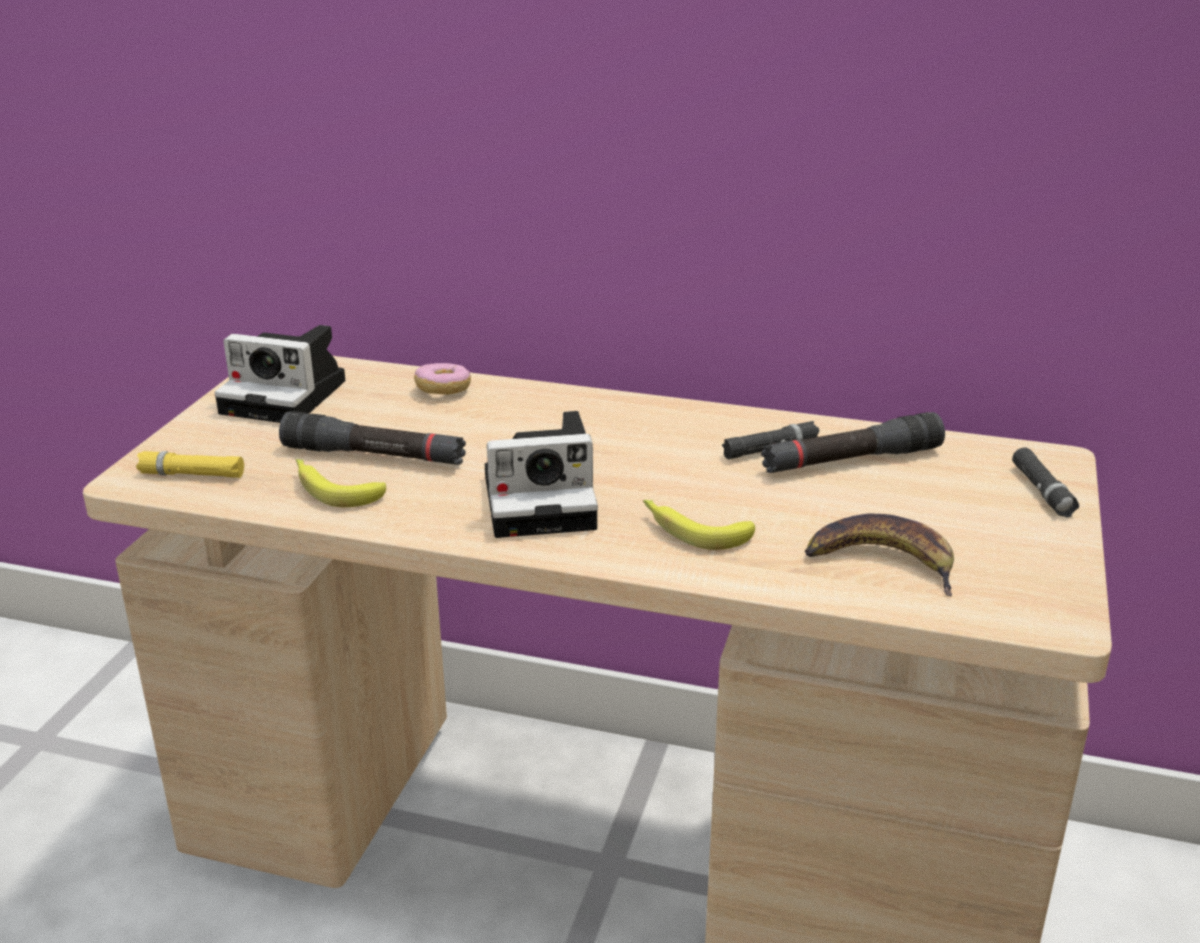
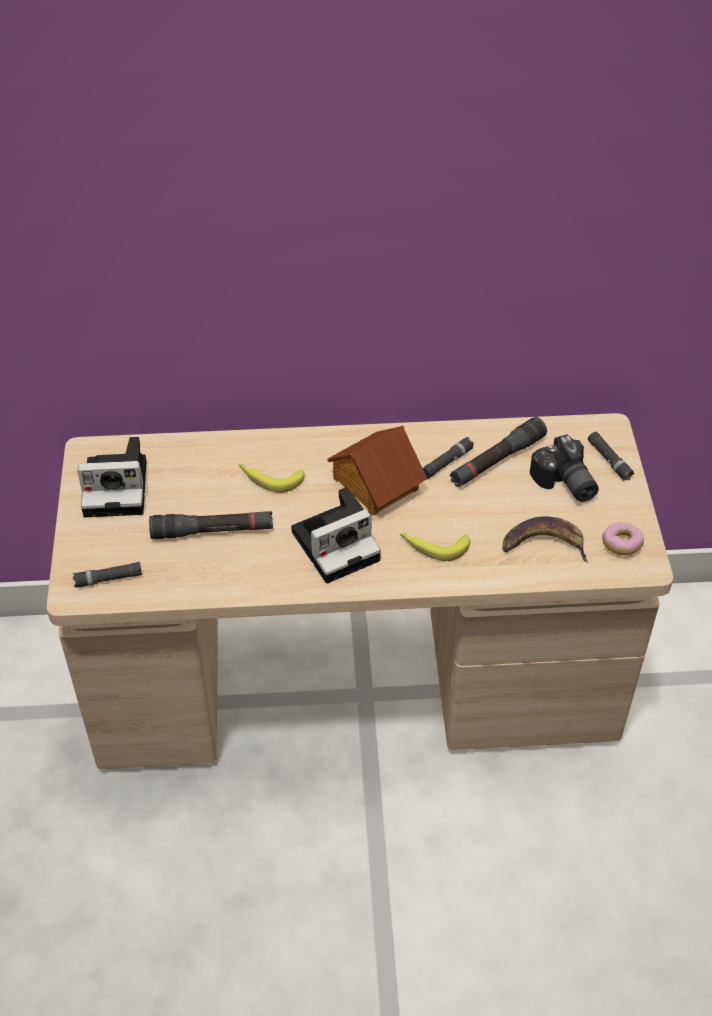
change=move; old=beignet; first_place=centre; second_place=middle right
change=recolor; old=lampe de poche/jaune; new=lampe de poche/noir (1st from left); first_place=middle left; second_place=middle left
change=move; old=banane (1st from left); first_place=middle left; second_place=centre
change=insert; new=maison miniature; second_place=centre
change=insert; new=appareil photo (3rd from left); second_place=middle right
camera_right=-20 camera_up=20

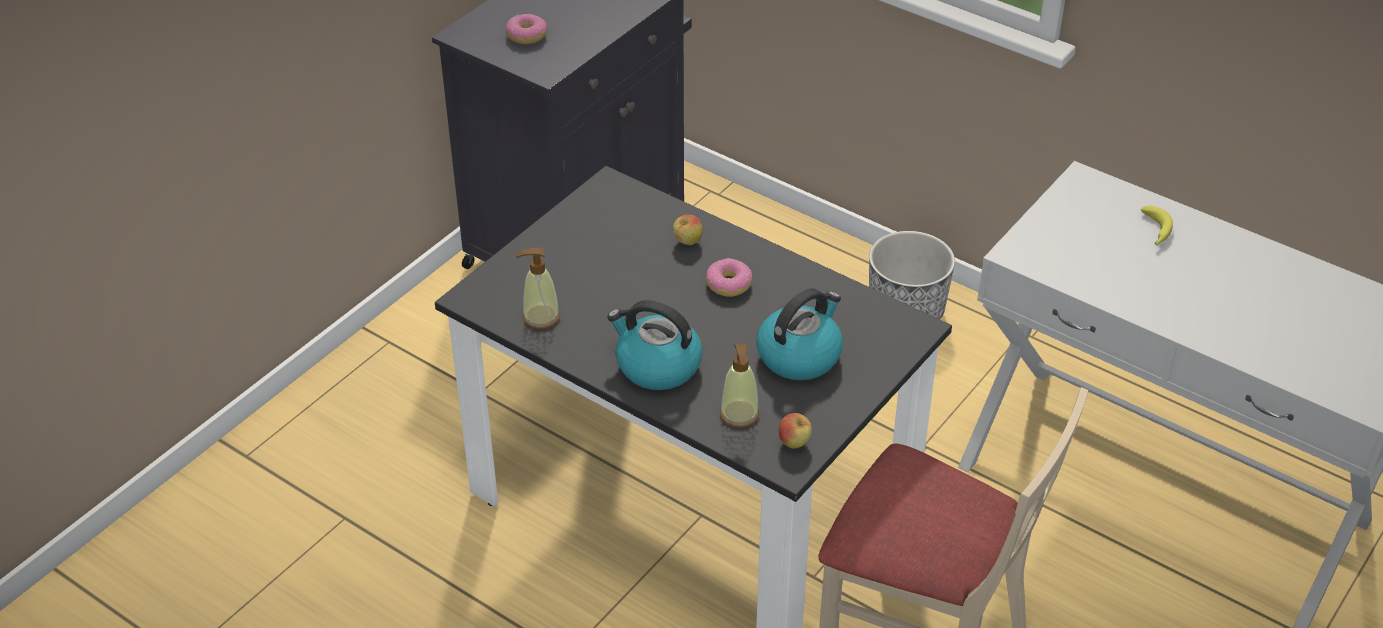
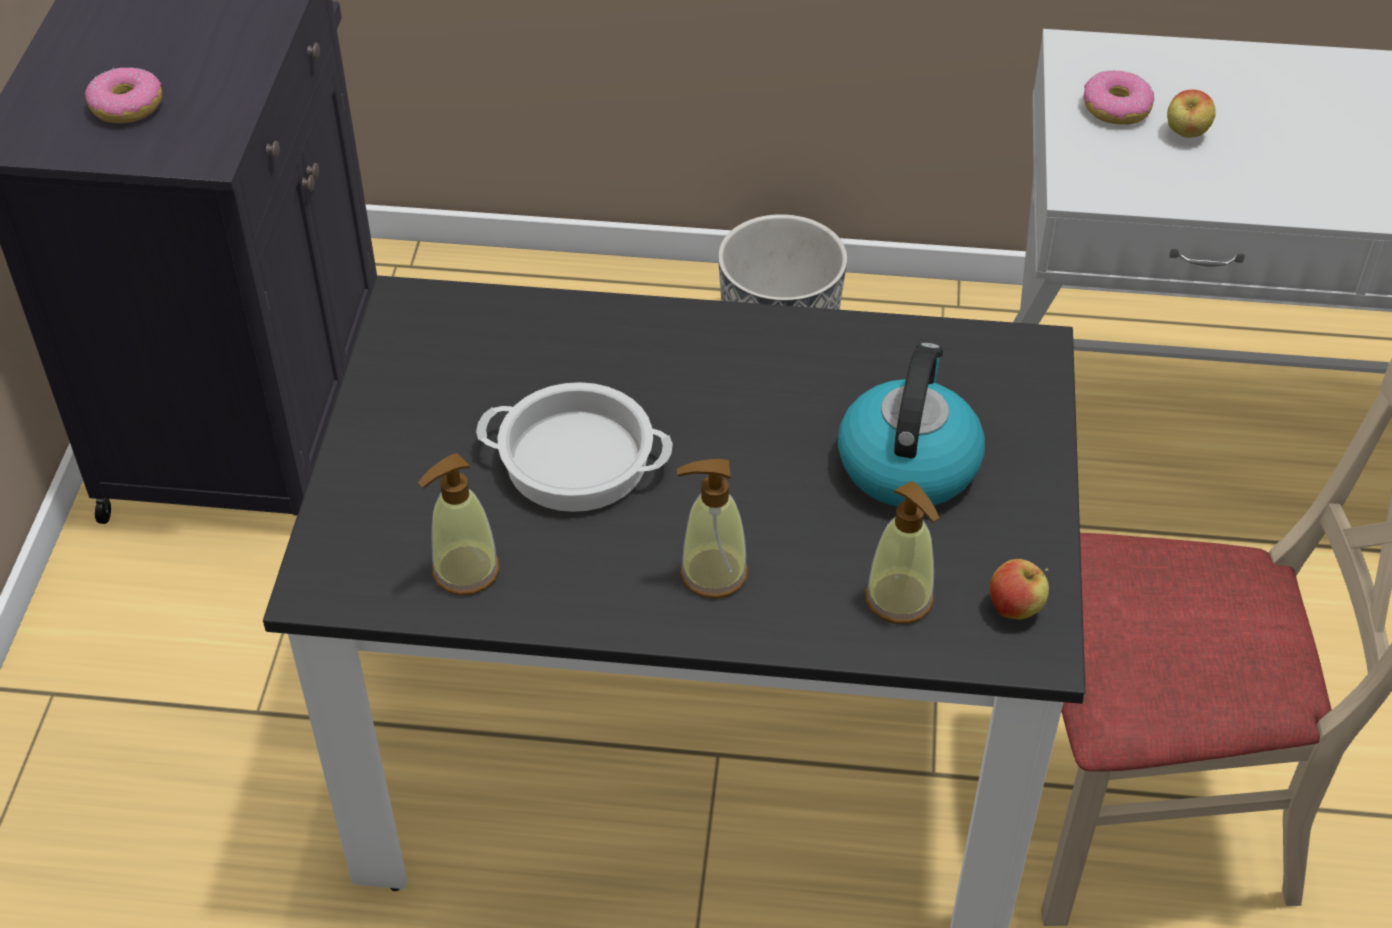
change=delete; old=banane; first_place=middle right
change=move; old=pomme (1st from left in the first image); new=pomme (2nd from left); first_place=centre; second_place=top right
change=move; old=beignet (2nd from left); first_place=centre; second_place=top right
change=replace; old=bouilloire (1st from left); new=distributeur de savon (2nd from left); first_place=centre; second_place=centre
change=insert; new=marmite; second_place=centre
camera_right=-30 camera_up=5

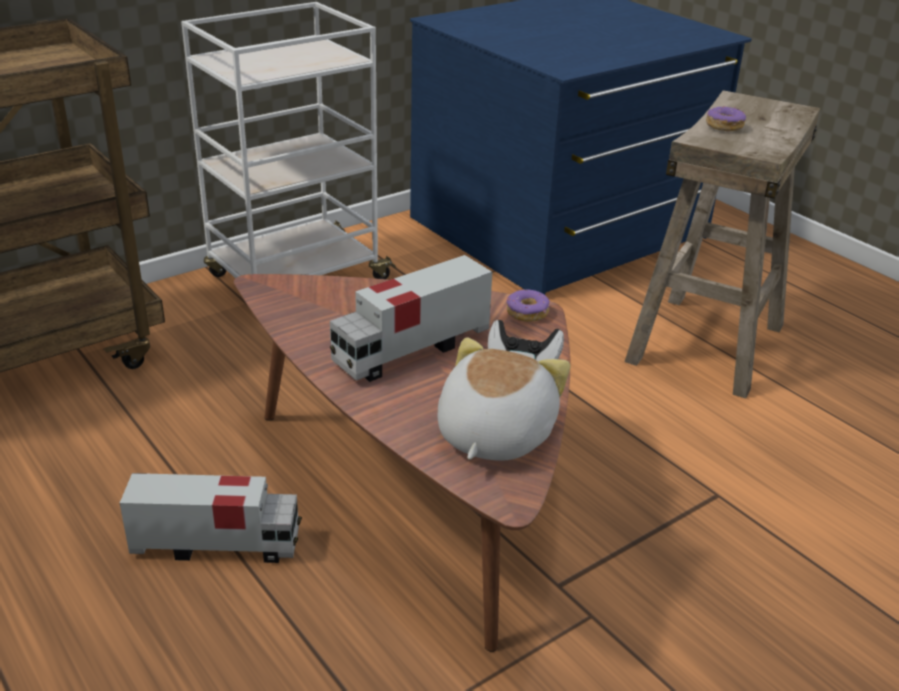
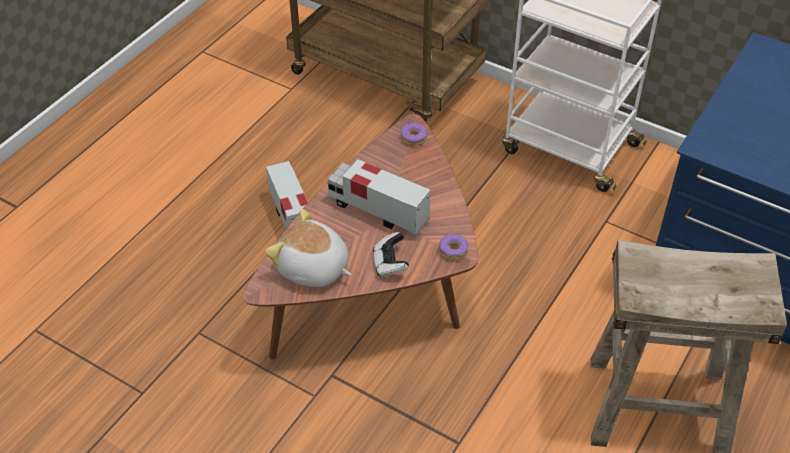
change=move; old=beignet (2nd from left in the first image); new=beignet (1st from left); first_place=top right; second_place=top centre
change=rotate; old=peluche; first_place=centre; second_place=centre; degrees=-150
camera_right=70 camera_up=15

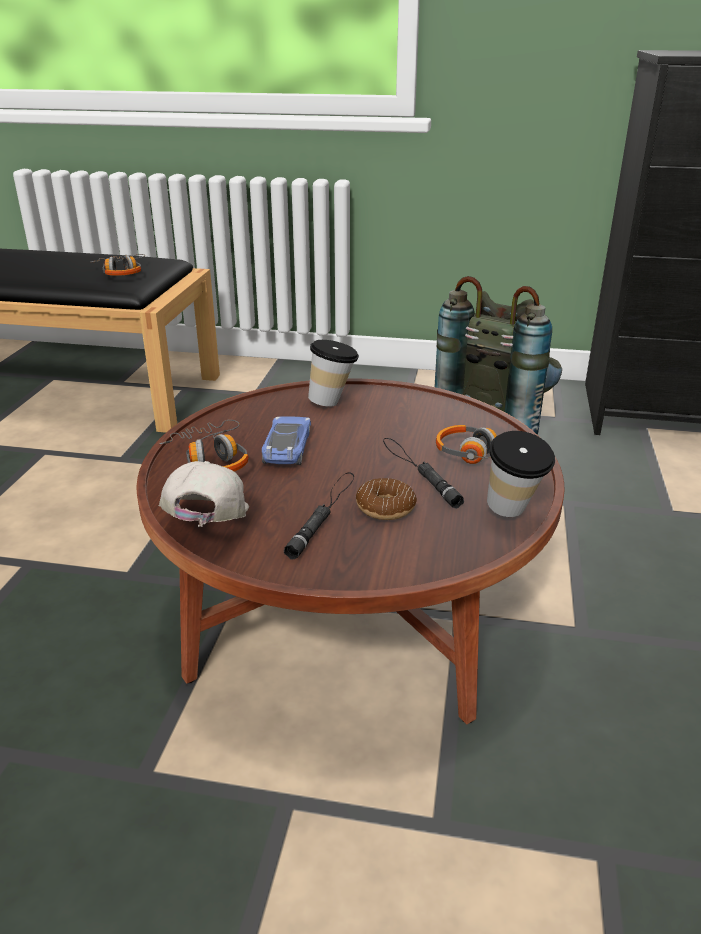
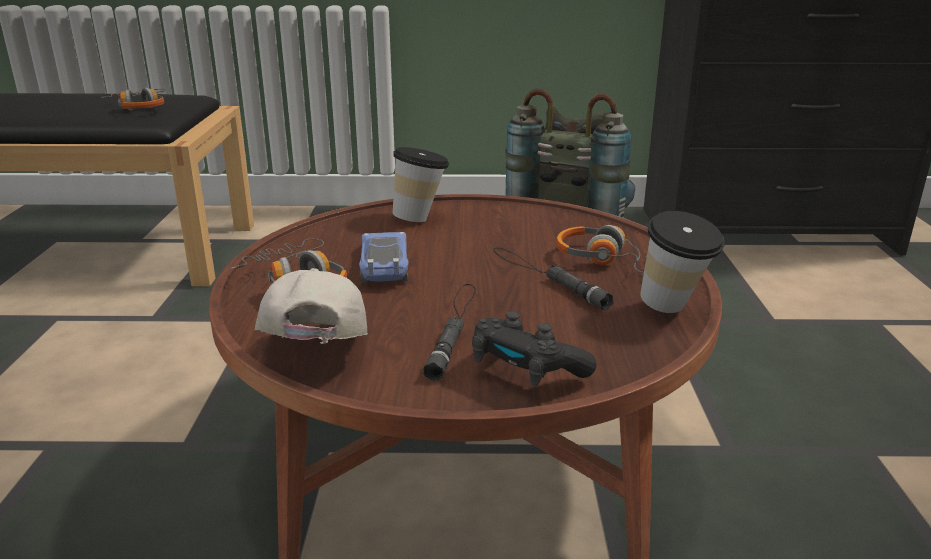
change=delete; old=beignet; first_place=centre
change=insert; new=manette/noir; second_place=centre
camera_right=-10 camera_up=-5

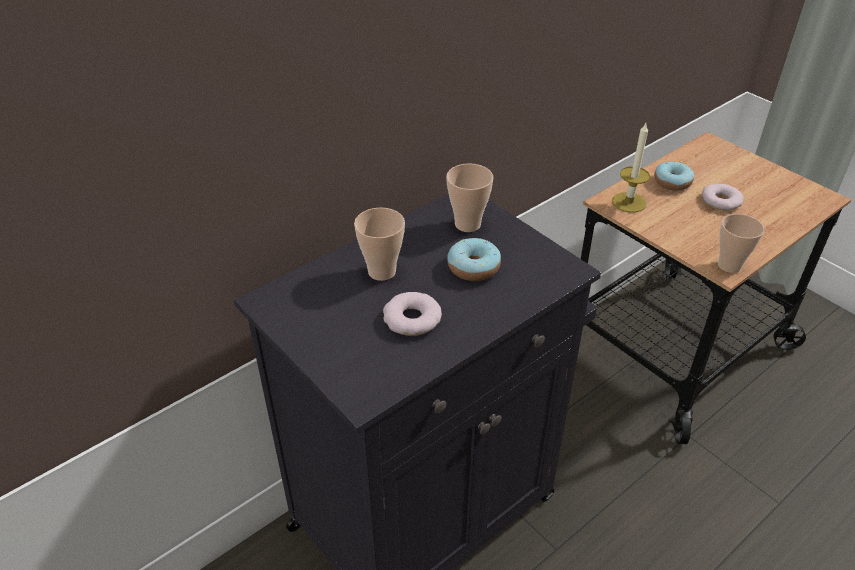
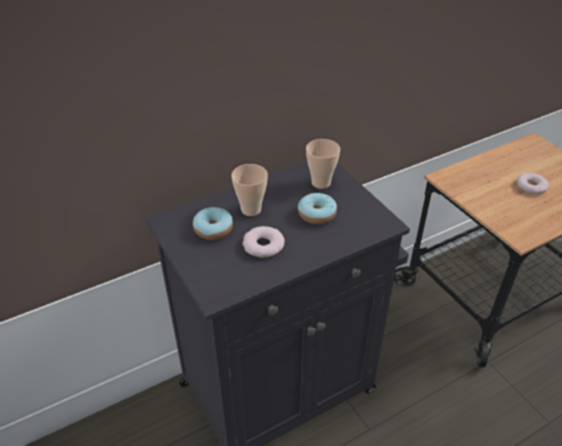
change=delete; old=bougie; first_place=top right
change=move; old=beignet (3rd from left in the first image); new=beignet (1st from left); first_place=top right; second_place=centre
change=delete; old=tasse (3rd from left); first_place=middle right
camera_right=10 camera_up=0

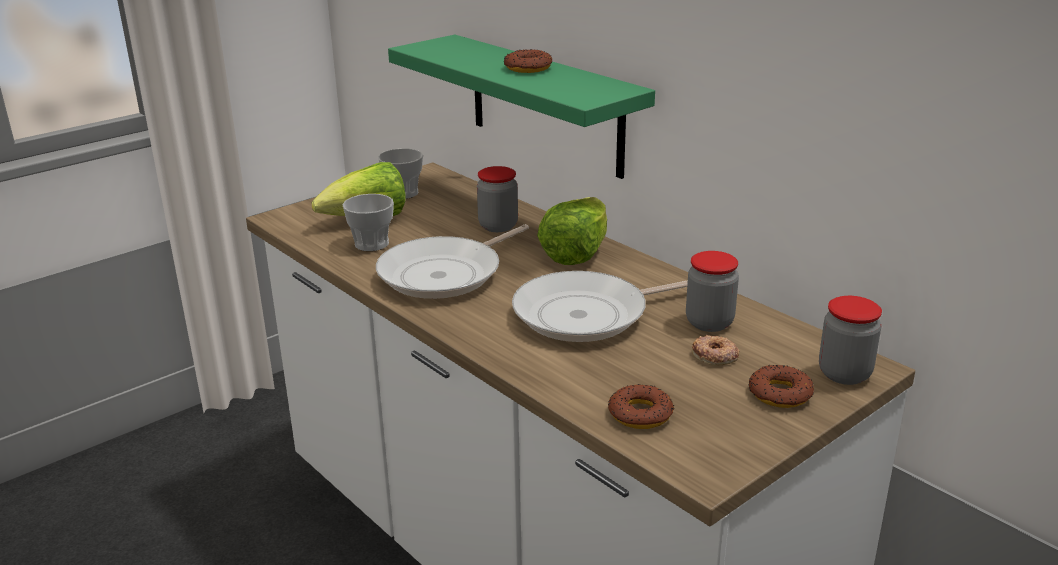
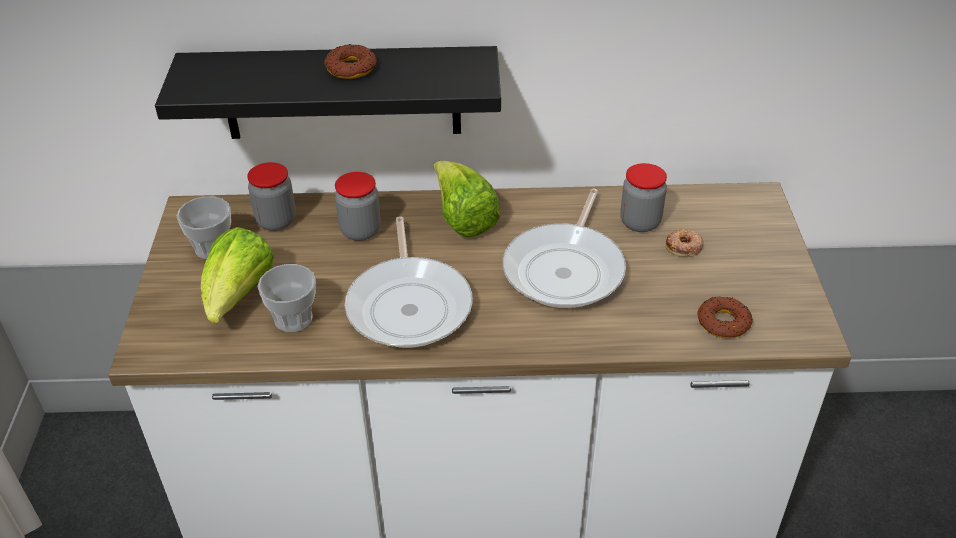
change=recolor; old=étagère/vert; new=étagère/noir; first_place=top centre; second_place=top centre
change=move; old=bocal (3rd from left in the first image); new=bocal (1st from left); first_place=middle right; second_place=middle left
change=delete; old=beignet (4th from left); first_place=bottom right
camera_right=-50 camera_up=15

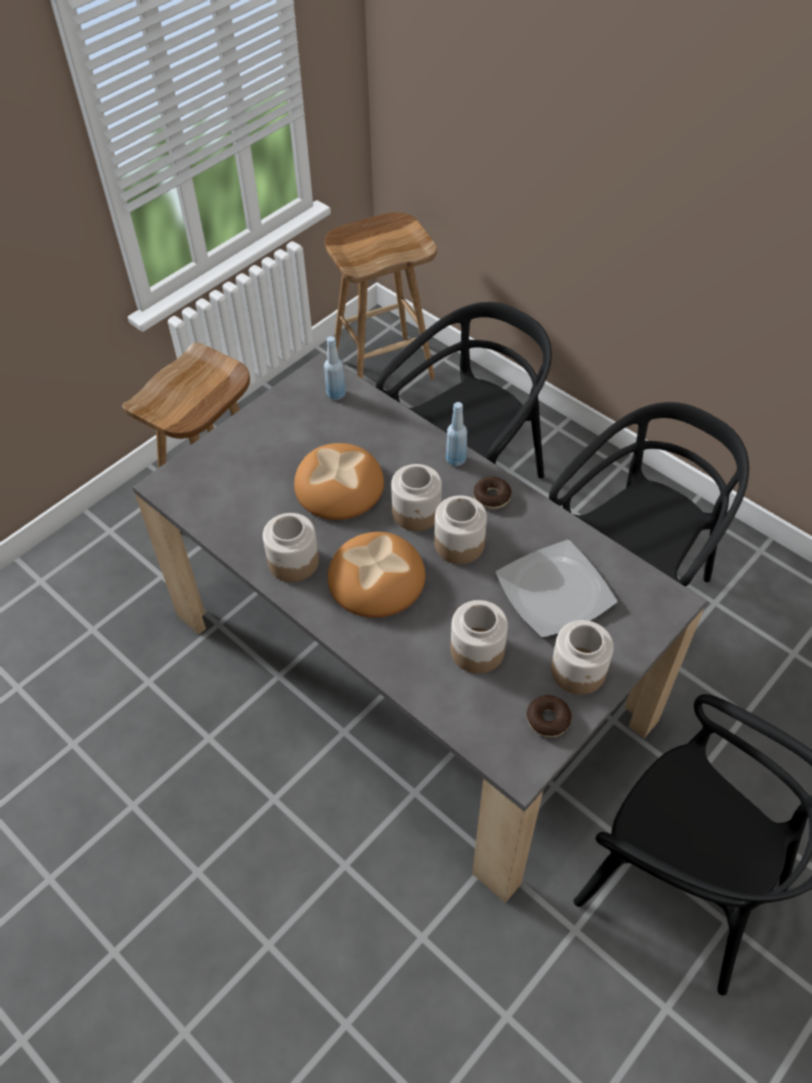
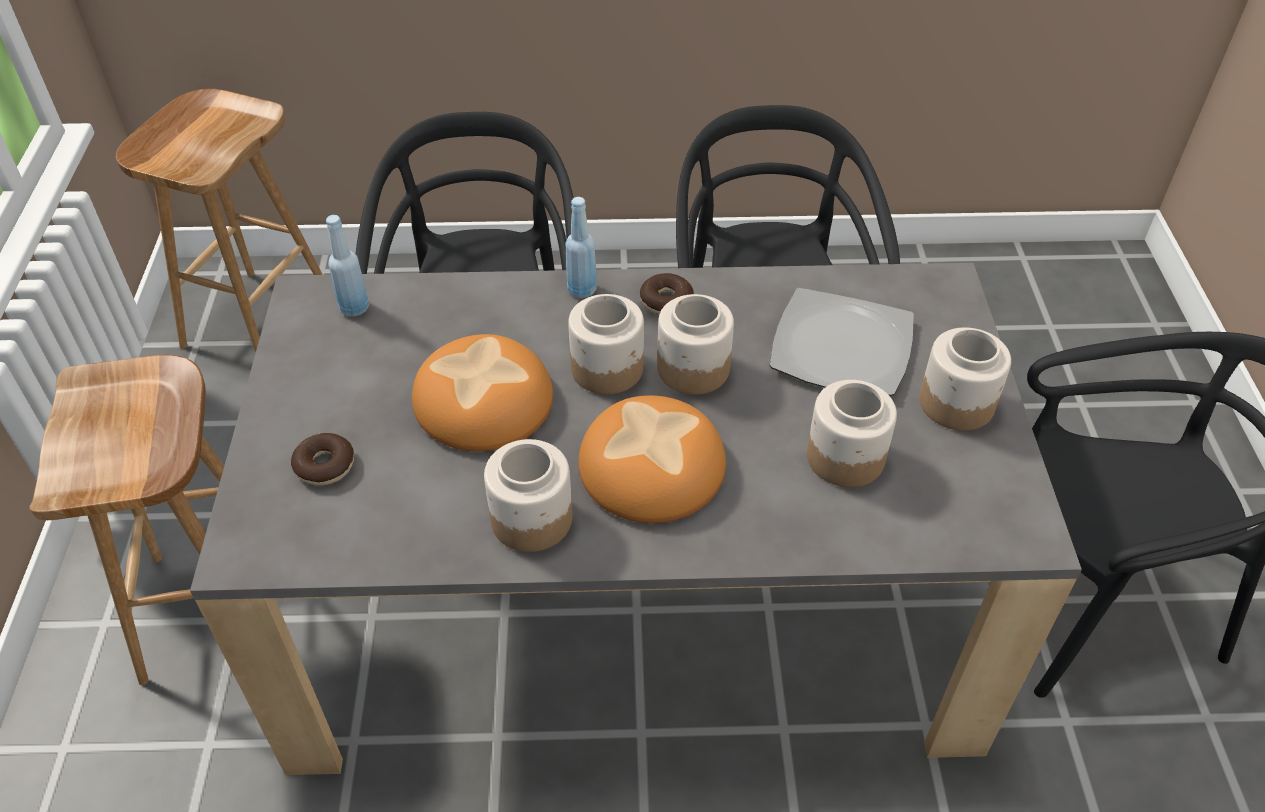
change=move; old=beignet (2nd from left in the first image); new=beignet (1st from left); first_place=middle right; second_place=middle left
camera_right=-45 camera_up=-5

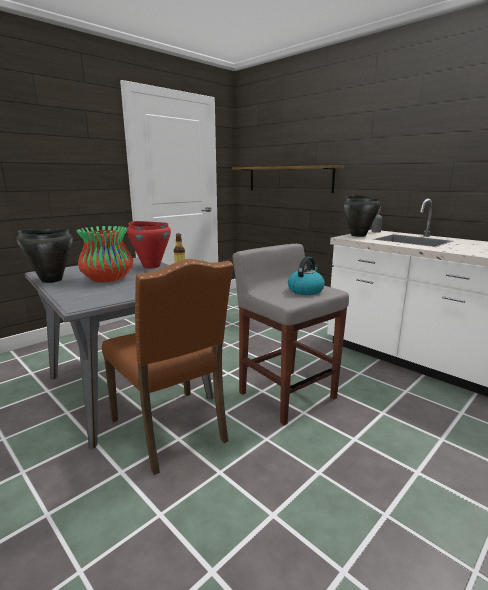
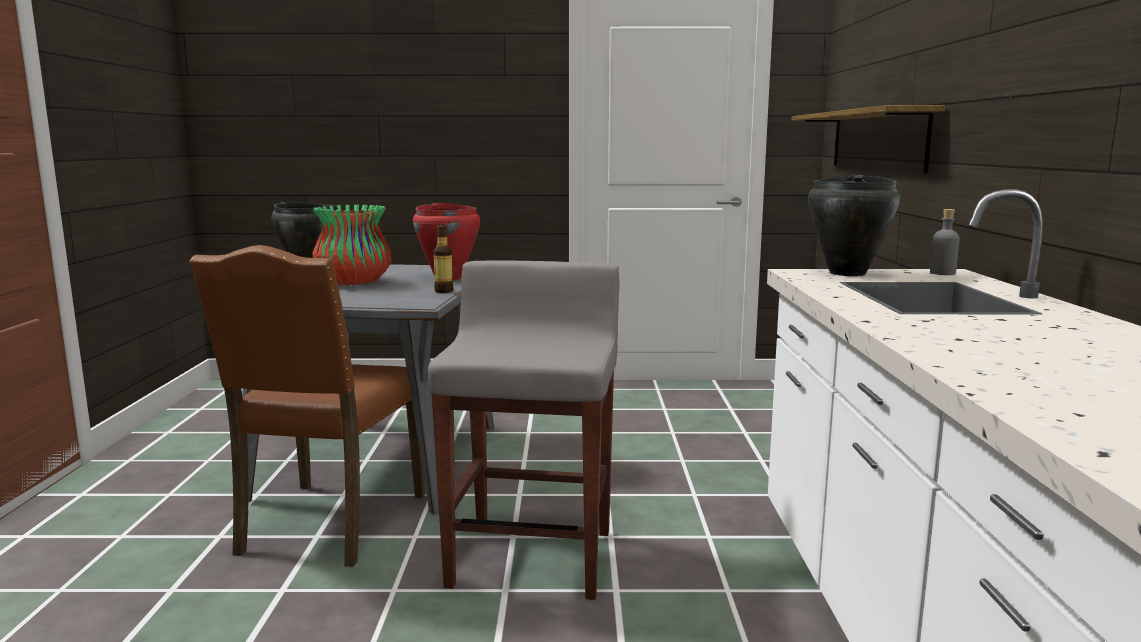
change=delete; old=bouilloire; first_place=centre
camera_right=45 camera_up=-5

